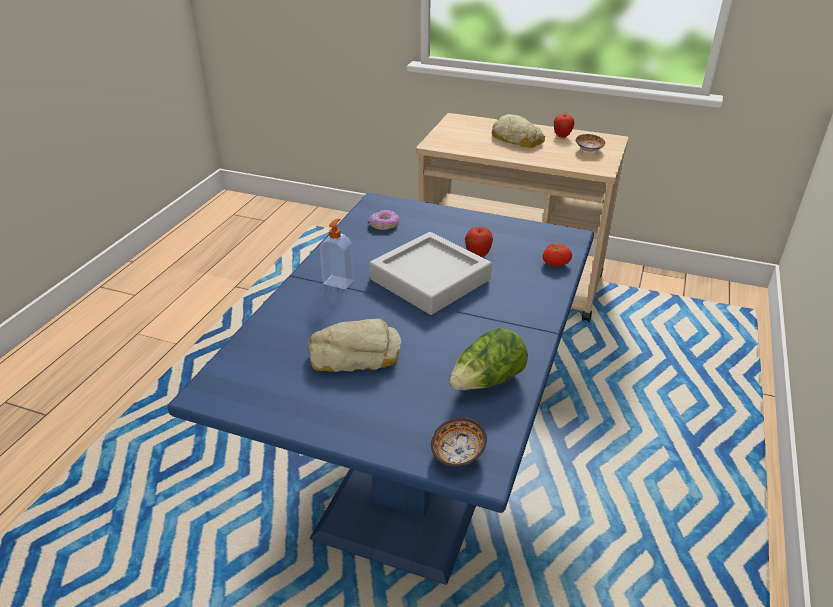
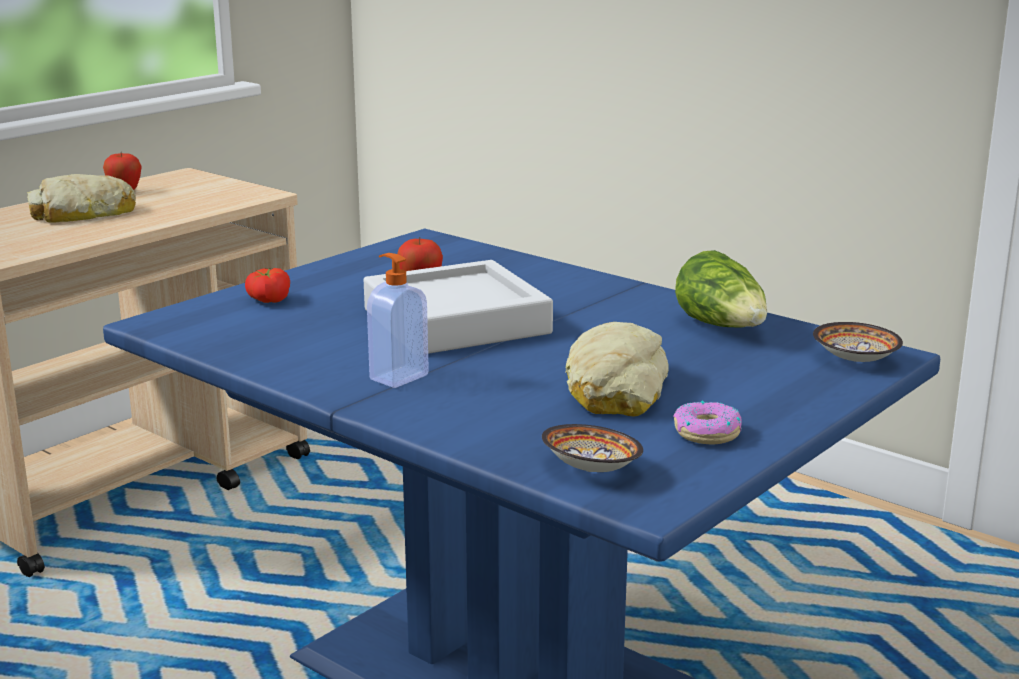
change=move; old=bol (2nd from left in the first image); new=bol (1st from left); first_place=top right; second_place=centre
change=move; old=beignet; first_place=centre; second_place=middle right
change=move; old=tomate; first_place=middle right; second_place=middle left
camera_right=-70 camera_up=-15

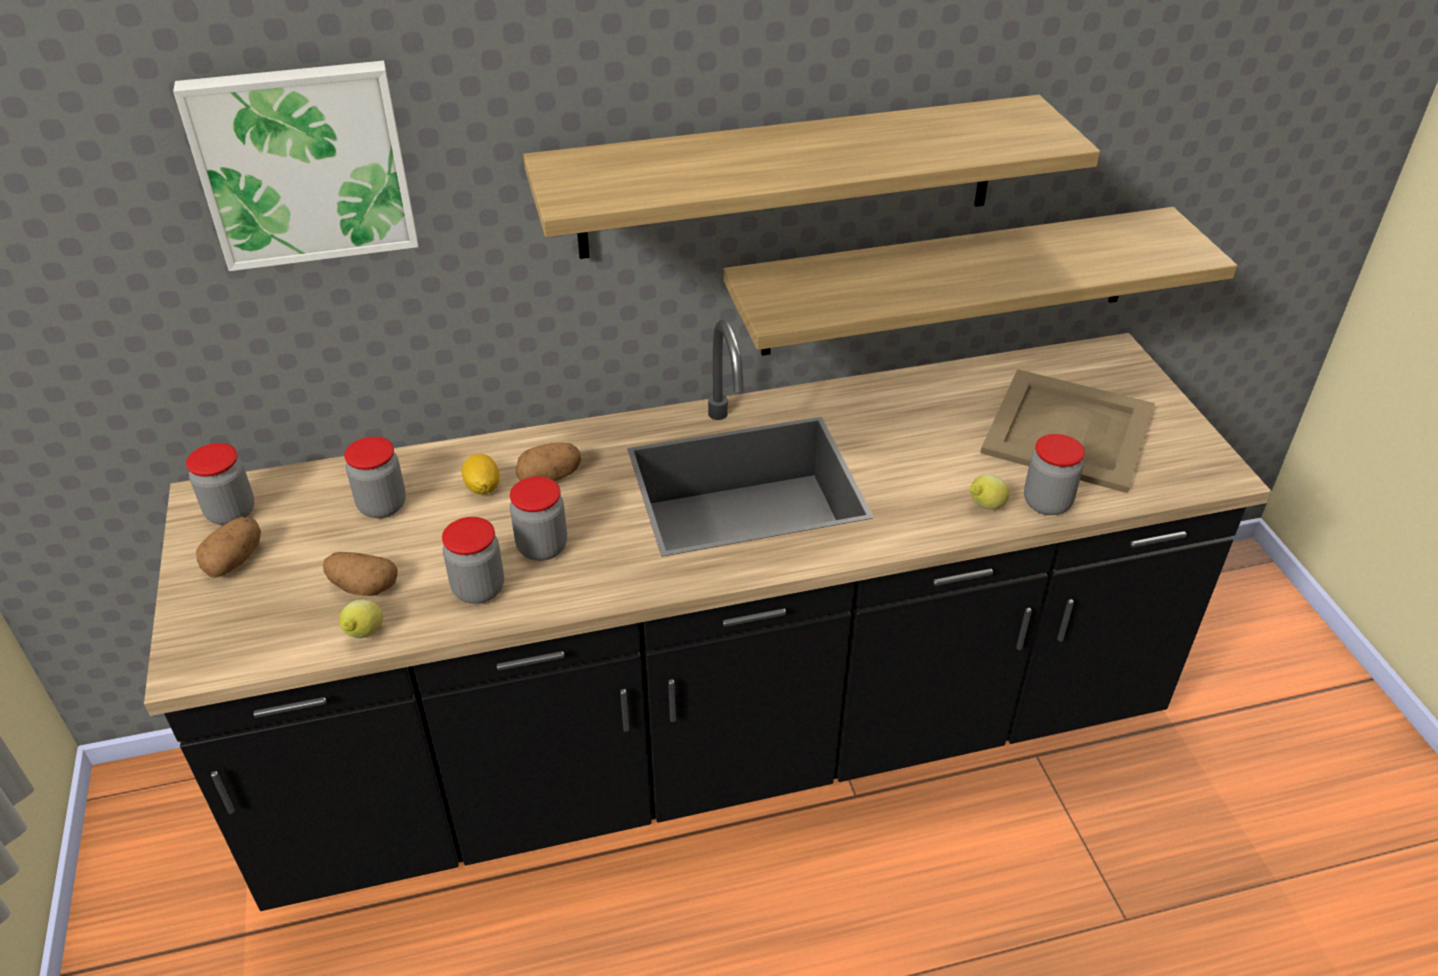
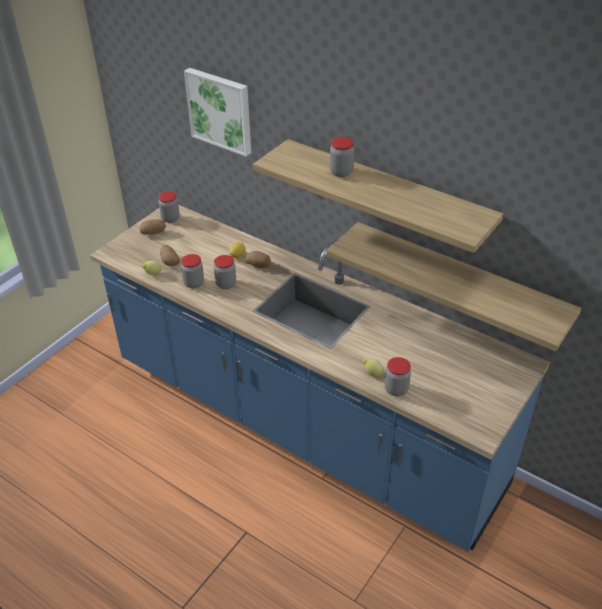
change=recolor; old=comptoir de cuisine/noir; new=comptoir de cuisine/bleu; first_place=centre; second_place=centre
change=delete; old=plateau/beige; first_place=middle right
change=move; old=bocal (2nd from left in the first image); new=bocal (4th from left); first_place=middle left; second_place=top centre
camera_right=50 camera_up=0

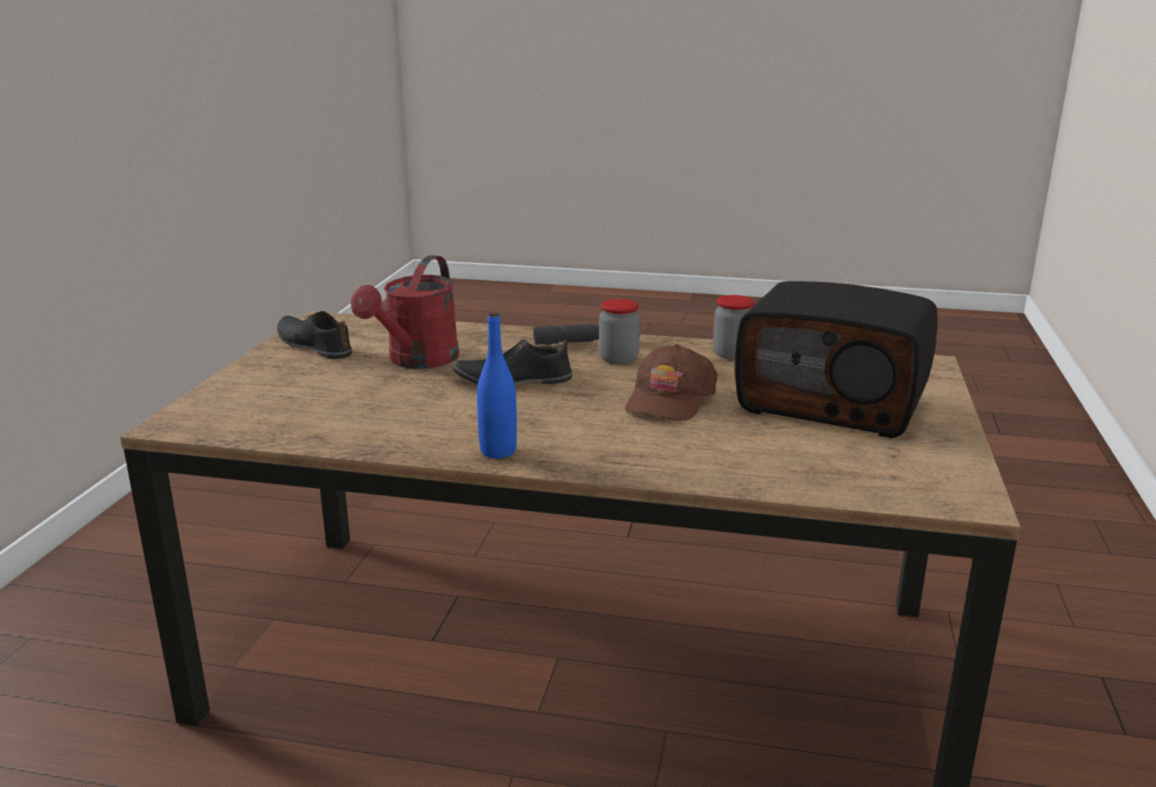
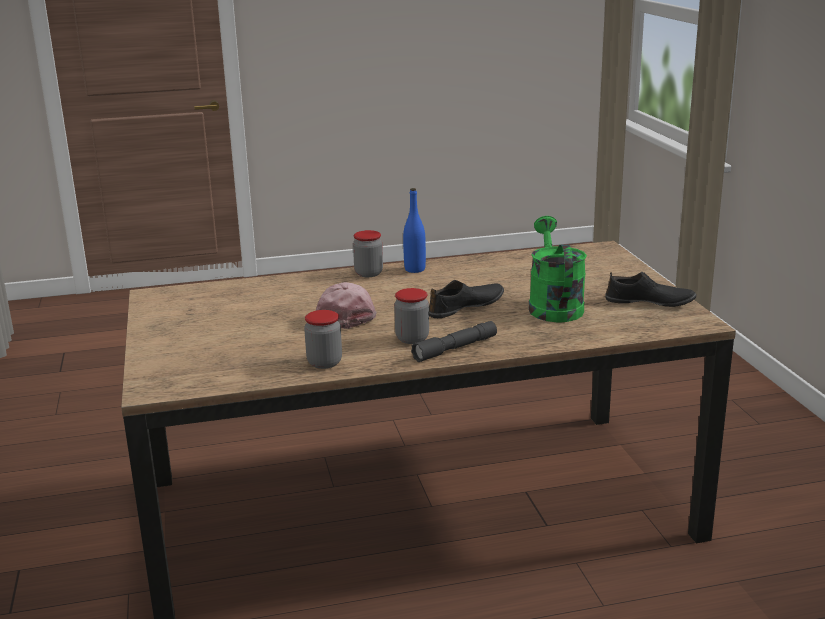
change=recolor; old=arrosoir/rouge; new=arrosoir/vert; first_place=centre; second_place=middle right
change=delete; old=radio; first_place=middle right
change=recolor; old=casquette/marron; new=casquette/rose; first_place=centre; second_place=centre
change=insert; new=bocal (2nd from left); second_place=centre
camera_right=155 camera_up=0

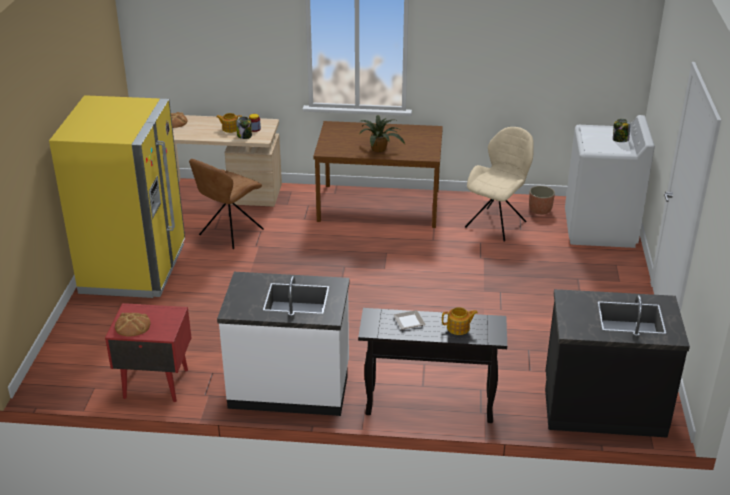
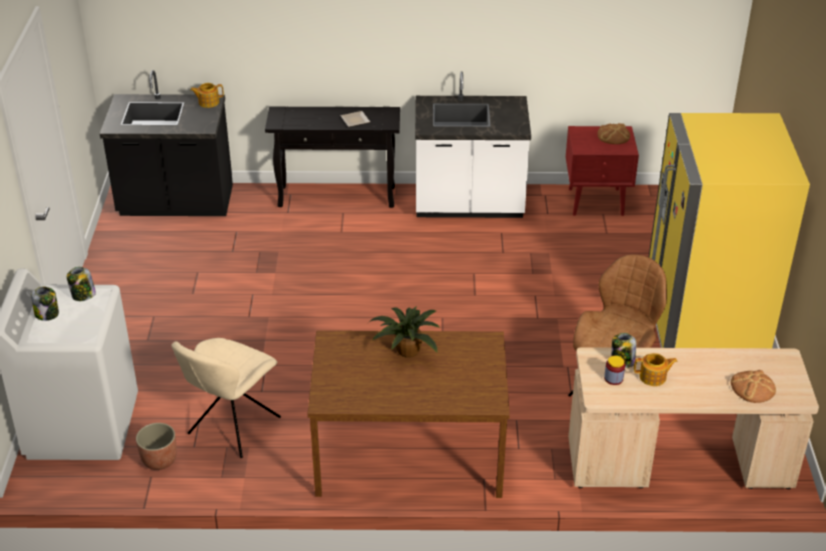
change=move; old=théière (2nd from left in the first image); new=théière (1st from left); first_place=centre; second_place=top left
change=insert; new=bocal (2nd from left); second_place=middle left
camera_right=175 camera_up=5

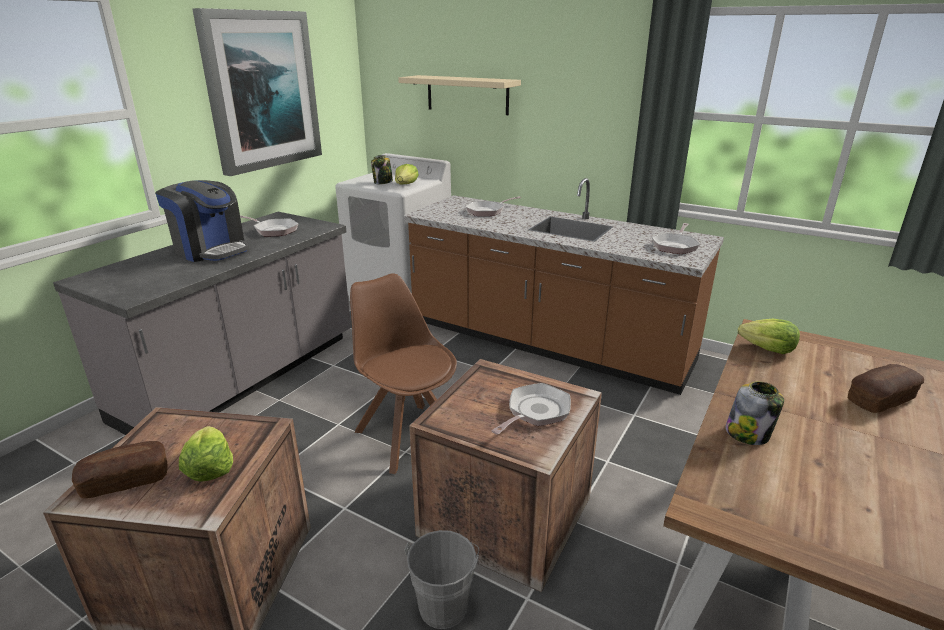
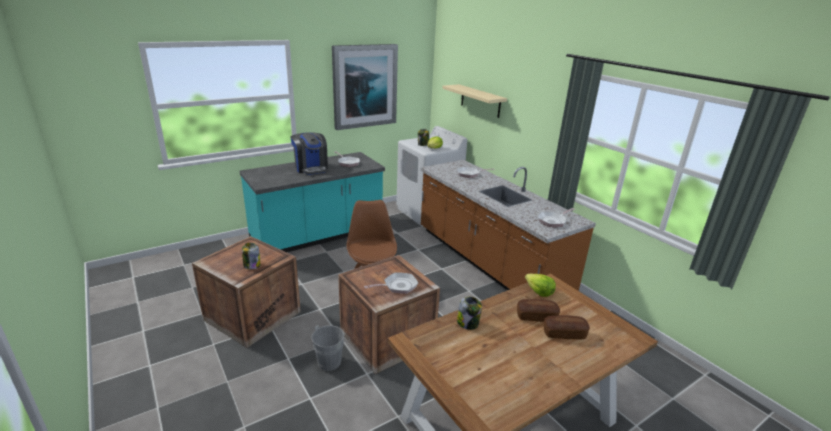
change=recolor; old=comptoir de cuisine/gris; new=comptoir de cuisine/turquoise; first_place=middle left; second_place=centre
change=replace; old=laitue (1st from left); new=bocal (1st from left); first_place=bottom left; second_place=middle left
change=move; old=pain (1st from left); first_place=bottom left; second_place=bottom centre
camera_right=25 camera_up=0

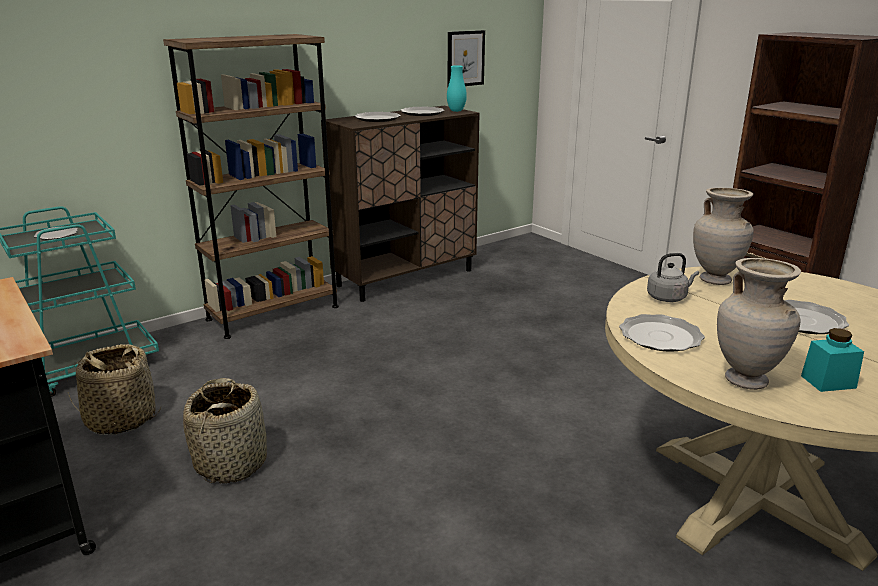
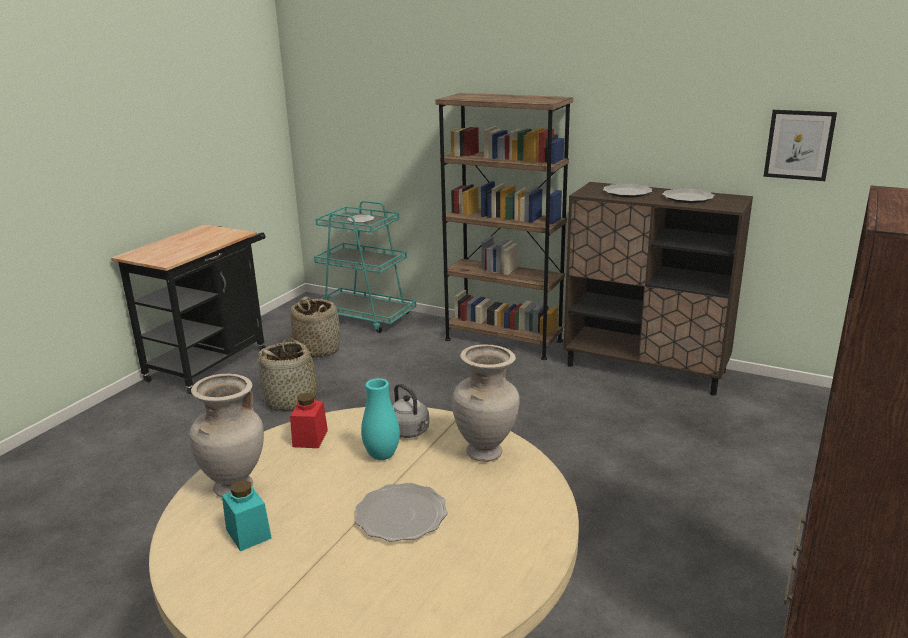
change=move; old=vase/turquoise; first_place=top centre; second_place=centre
change=replace; old=assiette (4th from left); new=bocal/rouge; first_place=middle right; second_place=centre
camera_right=65 camera_up=0

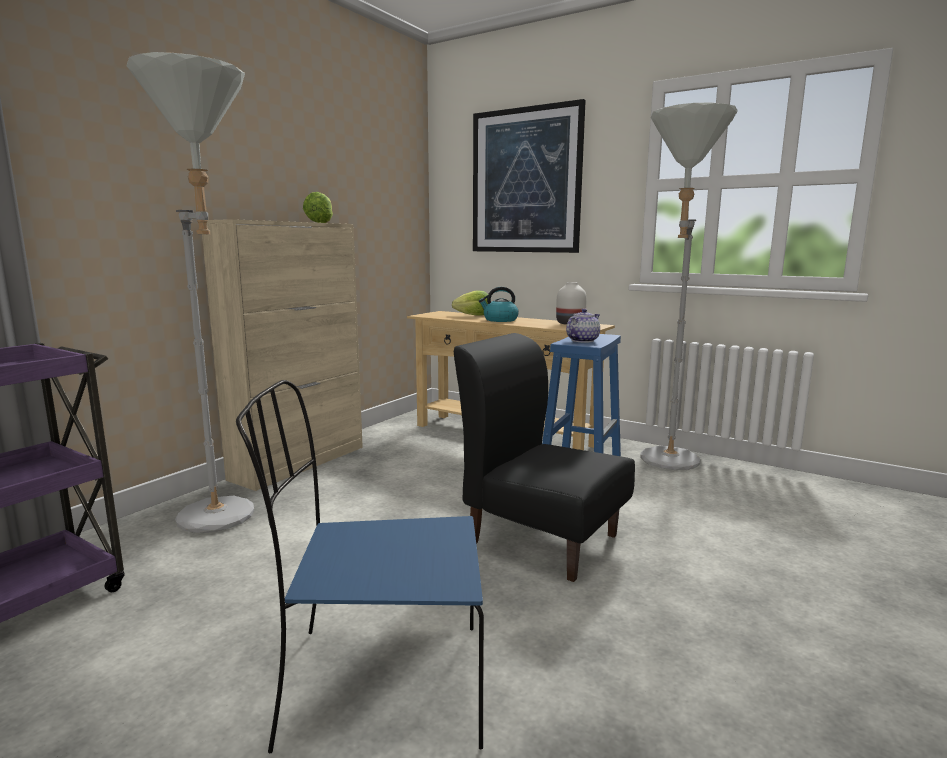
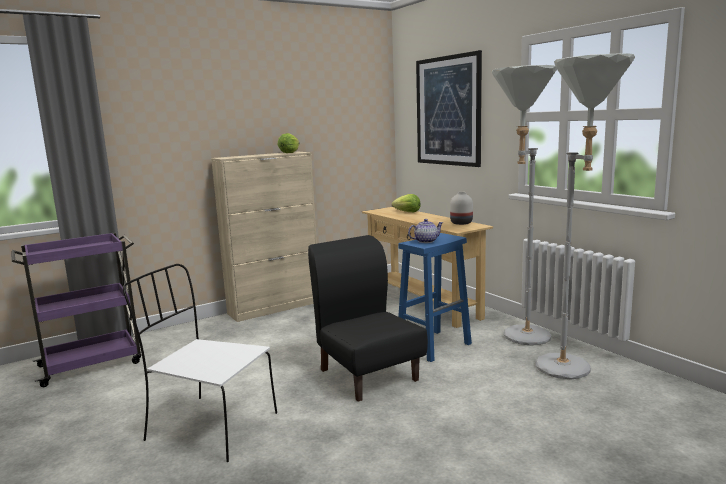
change=move; old=lampadaire/gris (1st from left in the first image); new=lampadaire/gris (2nd from left); first_place=middle left; second_place=middle right
change=delete; old=bouilloire; first_place=centre
change=recolor; old=chaise/bleu; new=chaise/blanc; first_place=bottom centre; second_place=bottom left
camera_right=25 camera_up=0

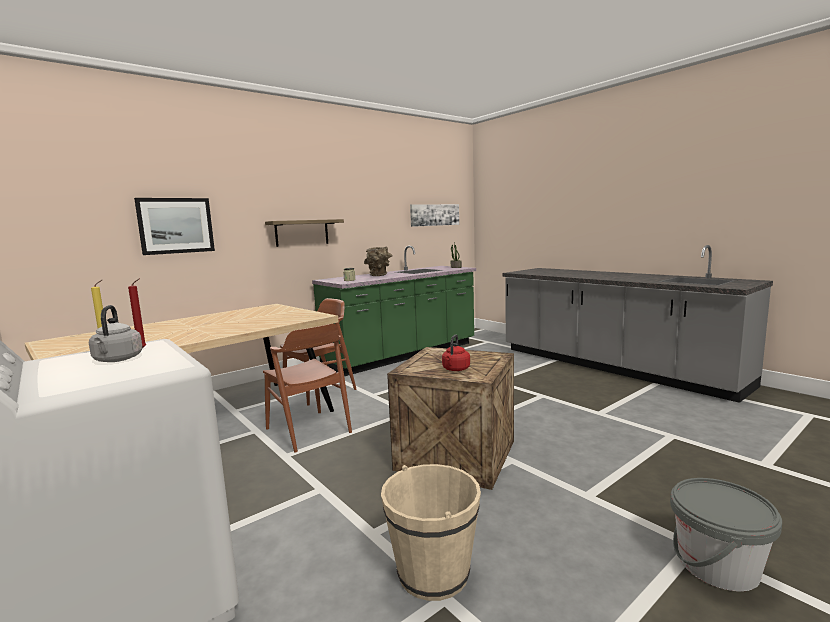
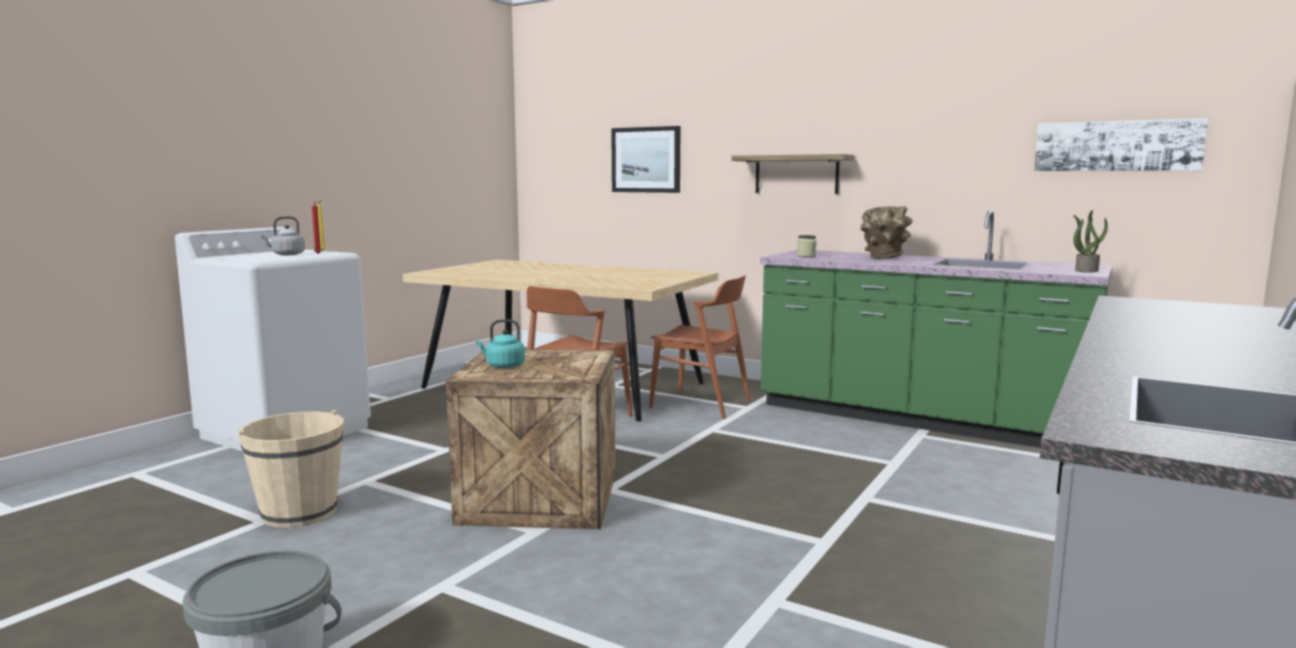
change=recolor; old=bouilloire/rouge; new=bouilloire/turquoise; first_place=centre; second_place=centre
camera_right=70 camera_up=0

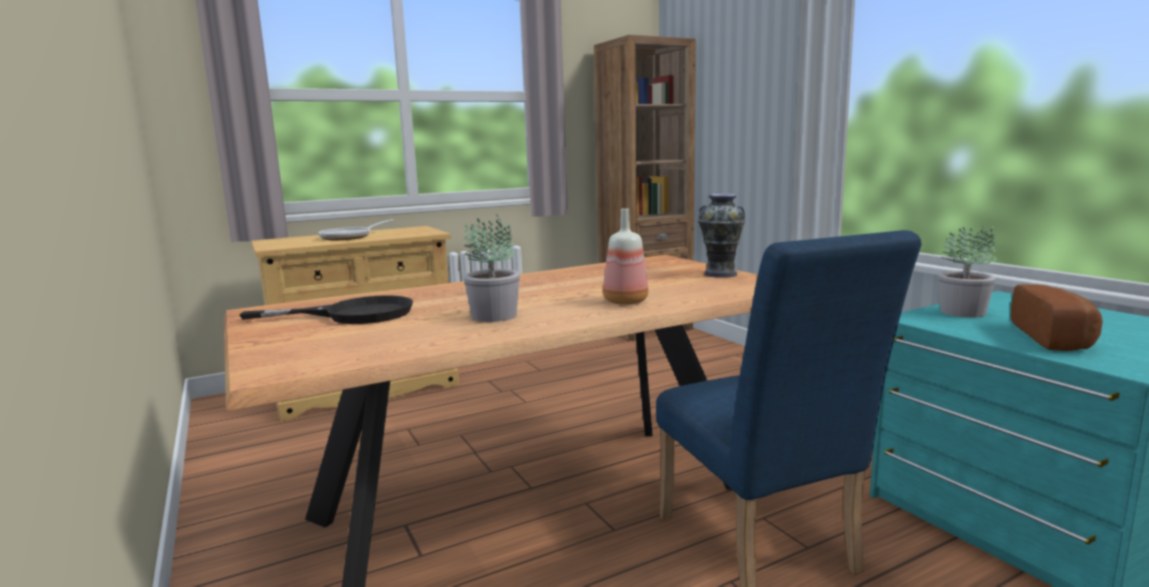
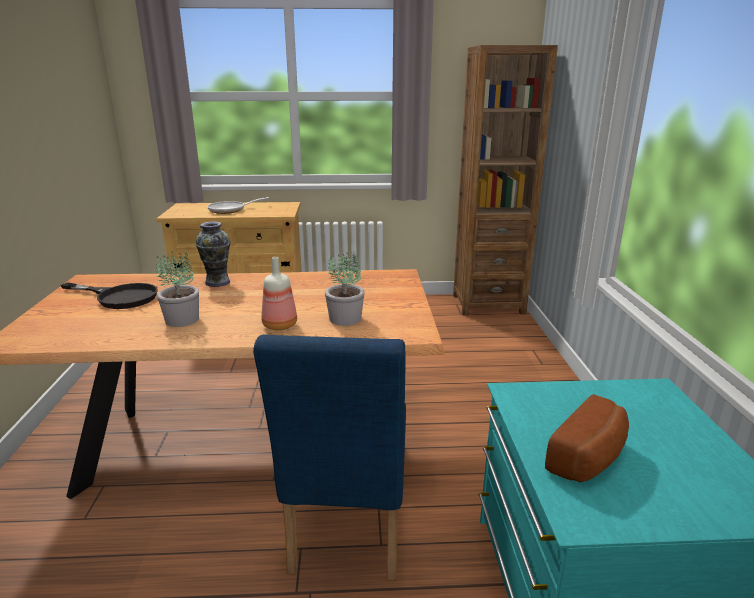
change=move; old=vase; first_place=centre; second_place=middle left
change=move; old=plante en pot (2nd from left); first_place=middle right; second_place=centre
camera_right=25 camera_up=10

